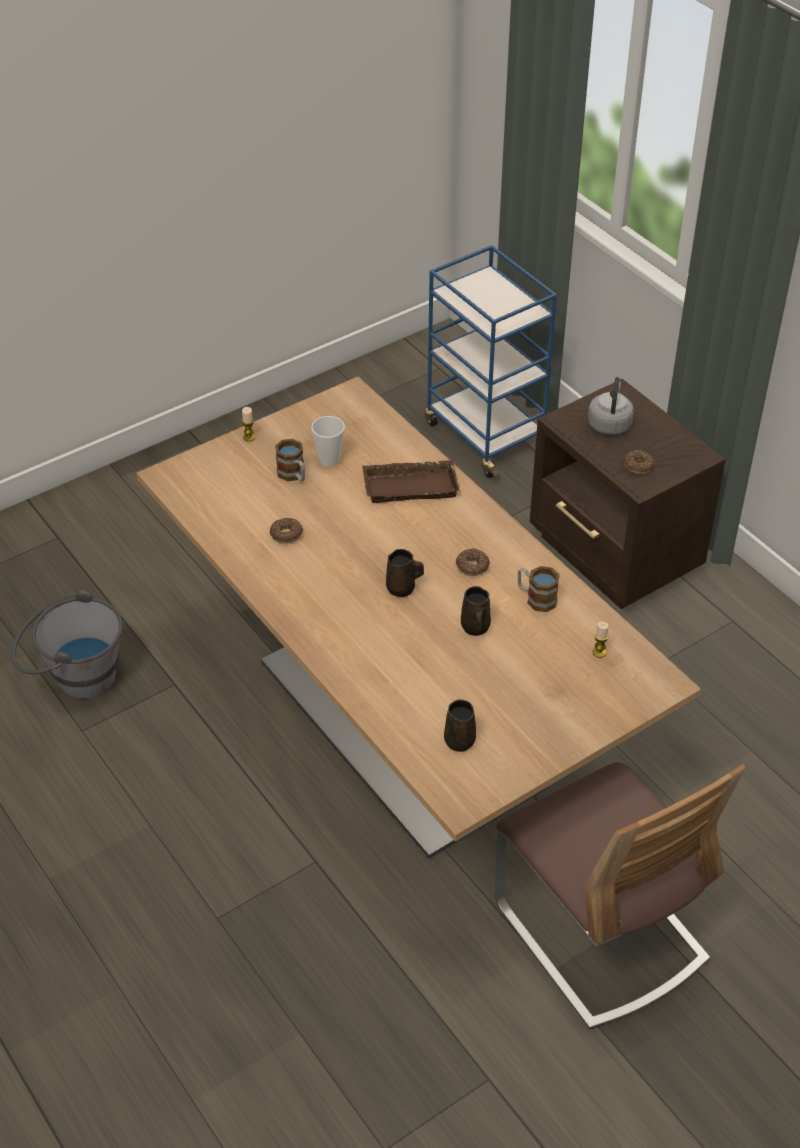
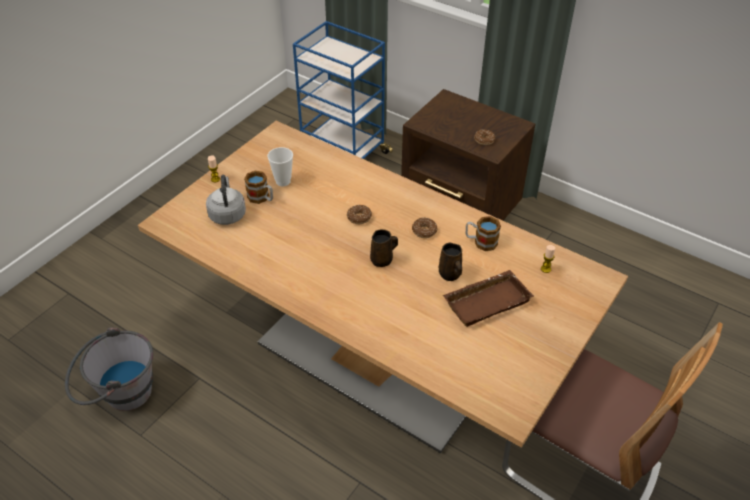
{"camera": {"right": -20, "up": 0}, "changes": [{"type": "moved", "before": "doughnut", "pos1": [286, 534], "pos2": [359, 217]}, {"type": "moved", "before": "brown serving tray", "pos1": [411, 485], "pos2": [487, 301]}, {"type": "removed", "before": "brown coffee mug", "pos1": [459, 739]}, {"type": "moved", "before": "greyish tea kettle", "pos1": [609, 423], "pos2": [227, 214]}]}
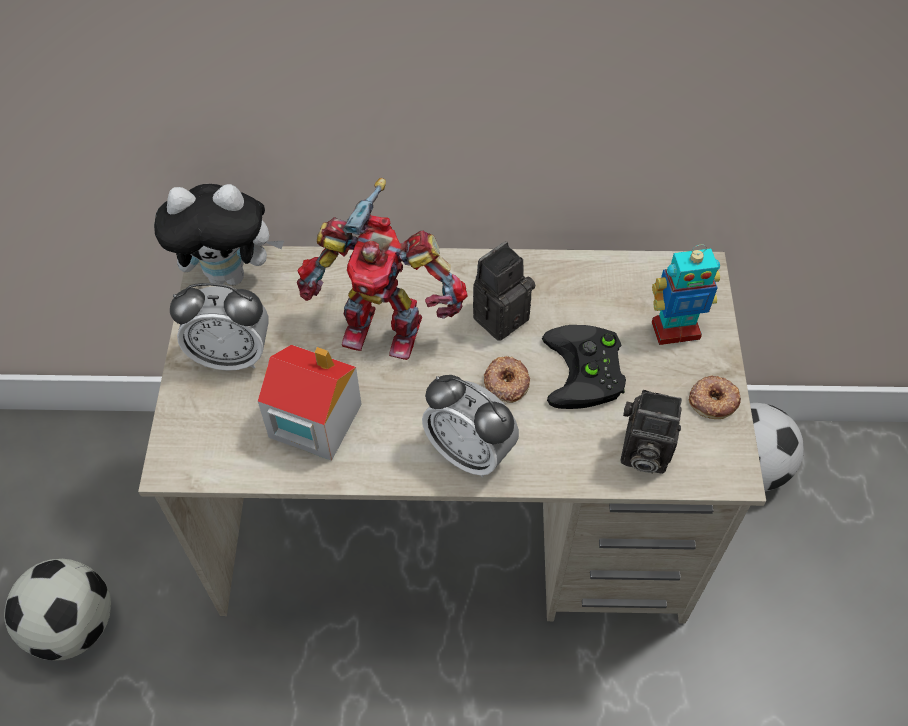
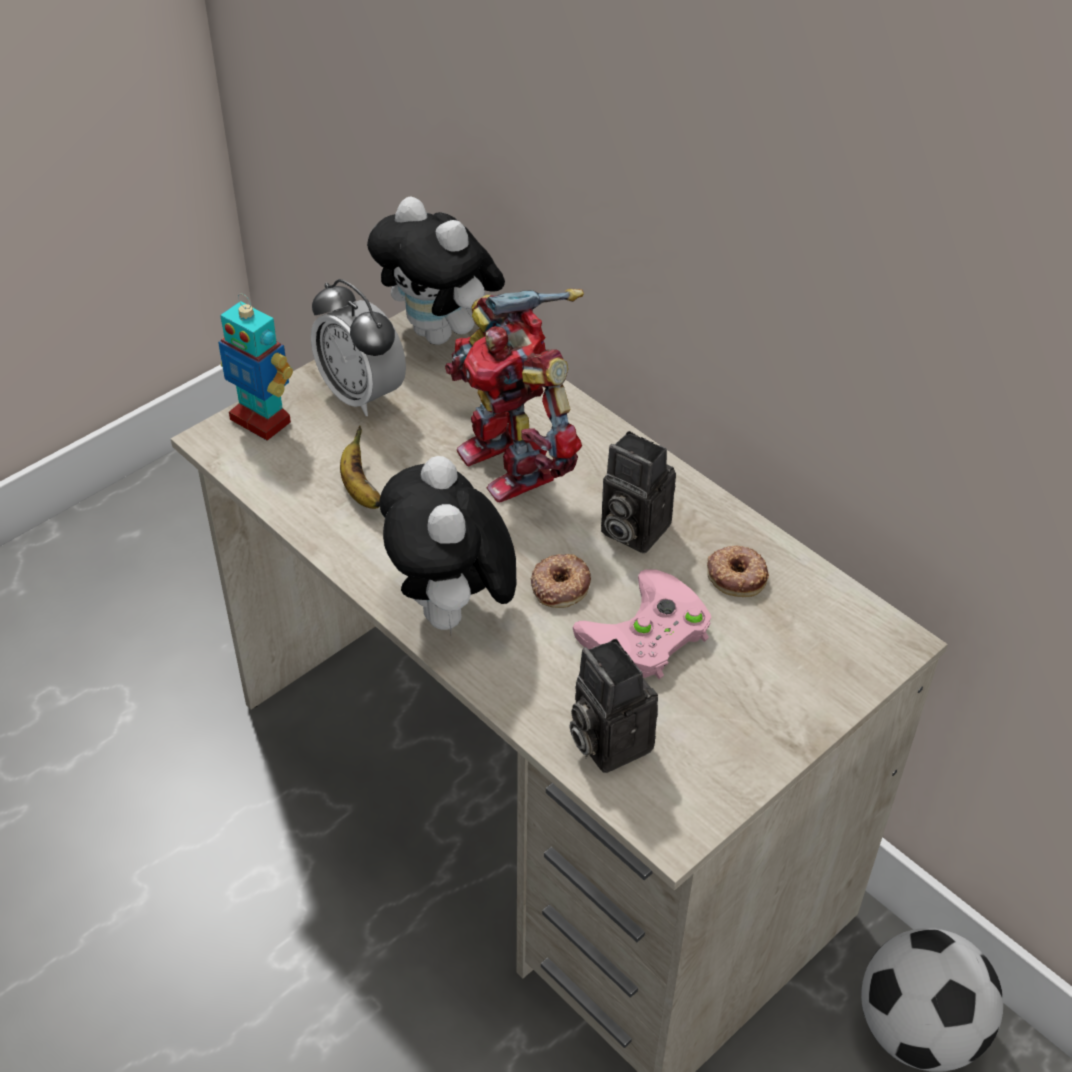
{"camera": {"right": 45, "up": -10}, "changes": [{"type": "removed", "before": "ball for football", "pos1": [73, 625]}, {"type": "replaced", "before": "miniature house", "after": "whole banana", "pos1": [314, 420], "pos2": [360, 489]}, {"type": "replaced", "before": "bedside clock", "after": "soft toy", "pos1": [469, 452], "pos2": [451, 612]}, {"type": "turned", "before": "still camera", "pos1": [500, 315], "pos2": [630, 529], "turn": -150}, {"type": "recoloured", "before": "blackish gamepad", "after": "pink gamepad", "pos1": [587, 373], "pos2": [646, 636]}, {"type": "moved", "before": "model robot", "pos1": [675, 329], "pos2": [261, 420]}, {"type": "moved", "before": "doughnut", "pos1": [713, 400], "pos2": [737, 575]}]}
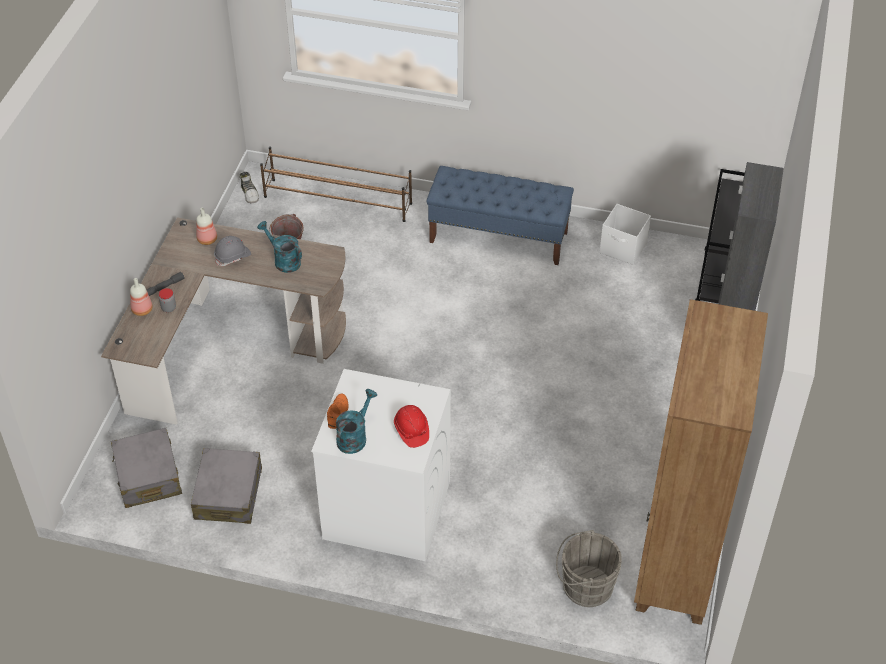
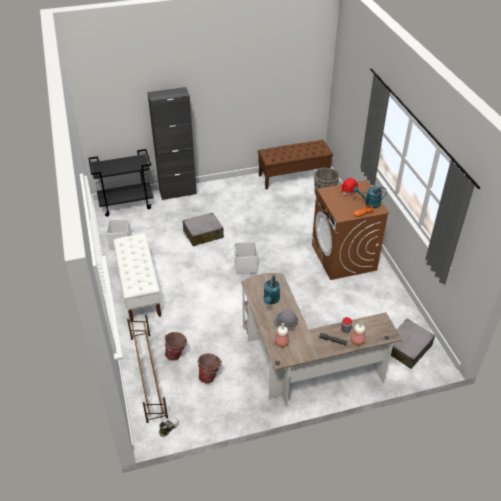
{"camera": {"right": -120, "up": -5}, "changes": [{"type": "moved", "before": "greyish piece of luggage", "pos1": [228, 494], "pos2": [203, 234]}, {"type": "recoloured", "before": "white laundry appliance", "after": "brown laundry appliance", "pos1": [386, 509], "pos2": [344, 258]}, {"type": "recoloured", "before": "blue bench", "after": "white bench", "pos1": [499, 237], "pos2": [139, 289]}, {"type": "replaced", "before": "brown bookshelf", "after": "brown bench", "pos1": [676, 563], "pos2": [294, 177]}, {"type": "added", "after": "bucket", "pos2": [177, 355]}, {"type": "added", "after": "white storage box", "pos2": [245, 266]}]}
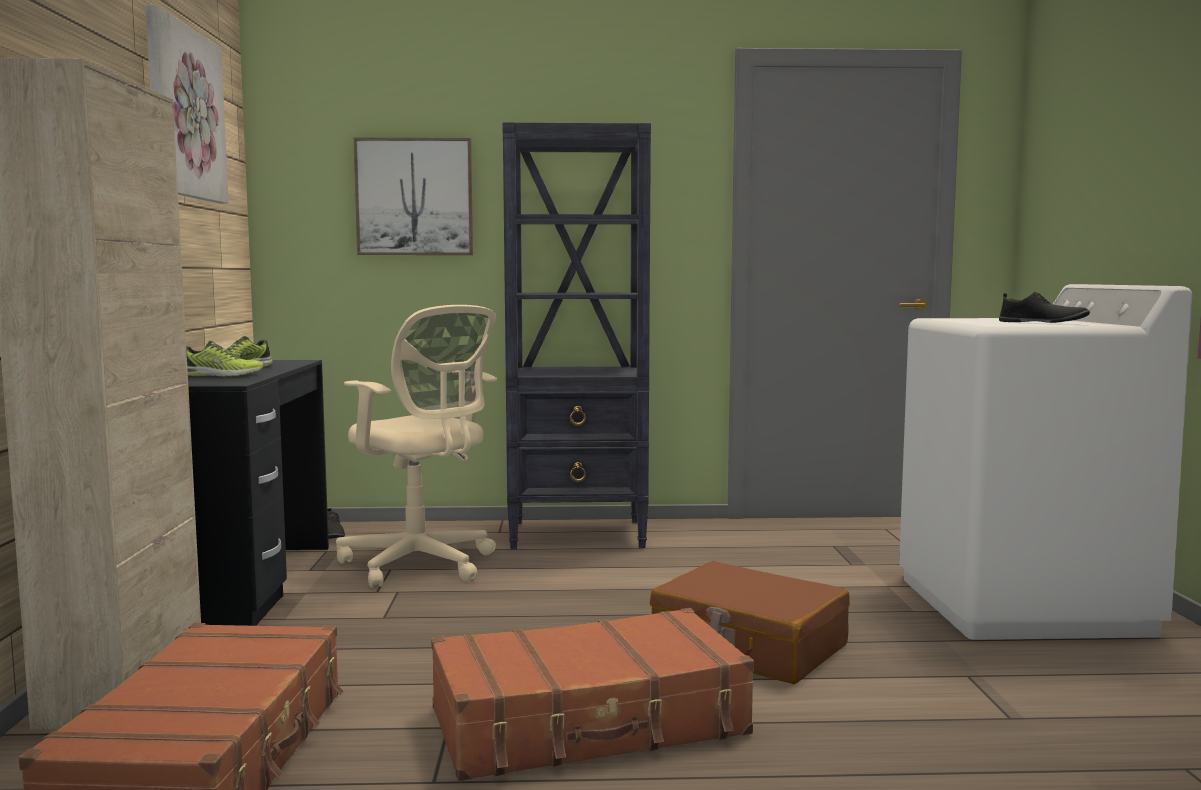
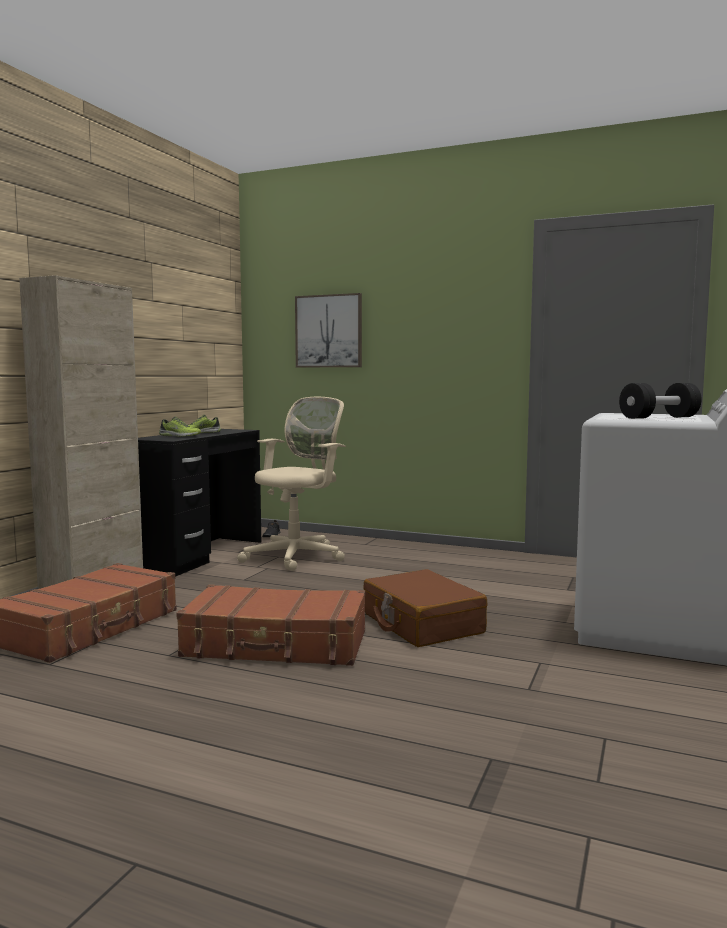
{"camera": {"right": 25, "up": 0}, "changes": [{"type": "removed", "before": "wall art", "pos1": [183, 113]}, {"type": "turned", "before": "beige-coloured computer chair", "pos1": [421, 565], "pos2": [297, 556], "turn": -120}, {"type": "removed", "before": "blackish bookshelf", "pos1": [579, 534]}, {"type": "replaced", "before": "blackish shoe", "after": "blackish dumbbell", "pos1": [1042, 323], "pos2": [659, 418]}]}
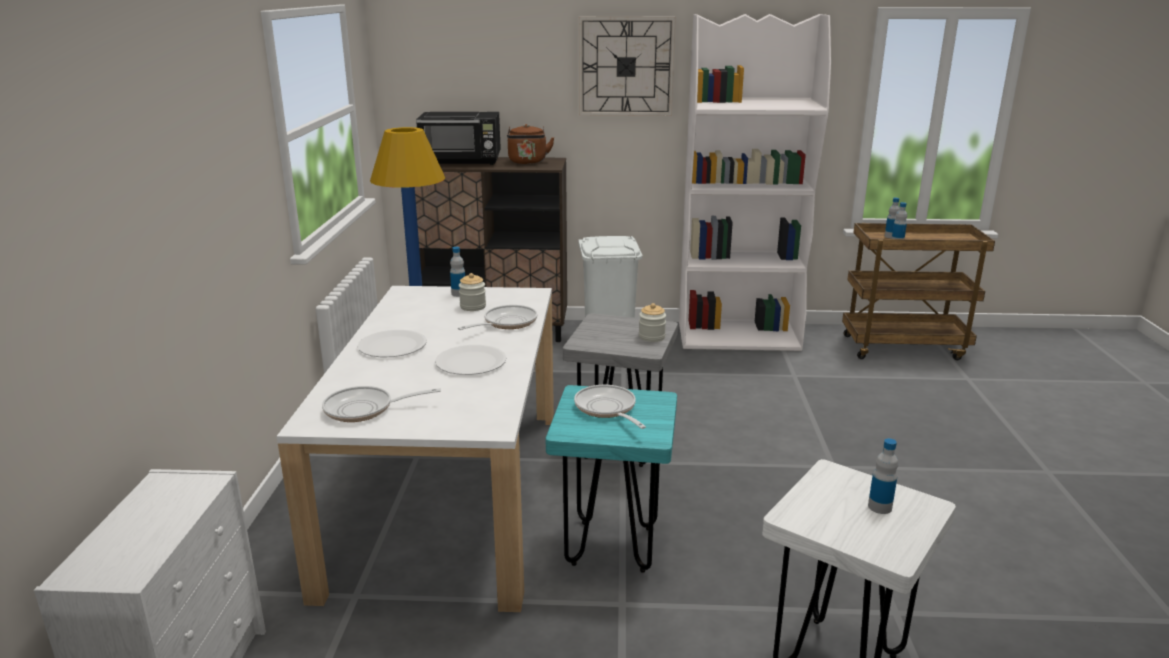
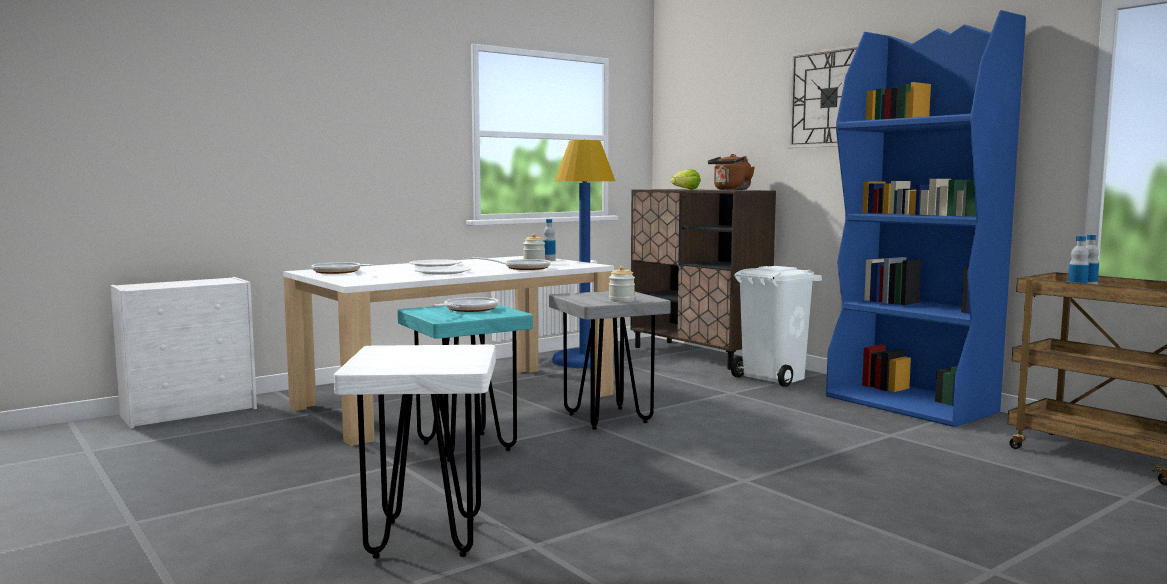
{"camera": {"right": 50, "up": -15}, "changes": [{"type": "replaced", "before": "blackish microwave oven", "after": "lettuce head", "pos1": [462, 162], "pos2": [686, 189]}, {"type": "recoloured", "before": "white bookshelf", "after": "blue bookshelf", "pos1": [739, 336], "pos2": [911, 404]}, {"type": "removed", "before": "beverage bottle", "pos1": [879, 507]}]}
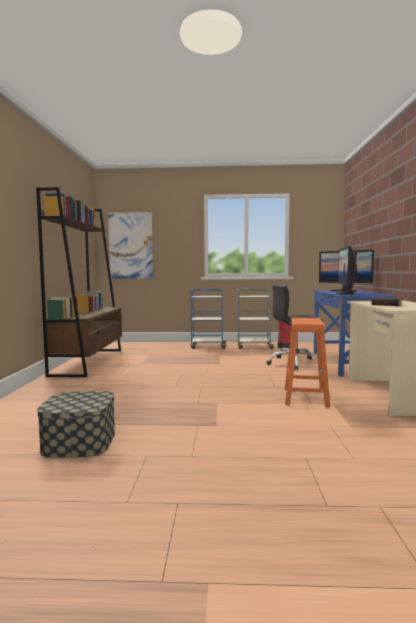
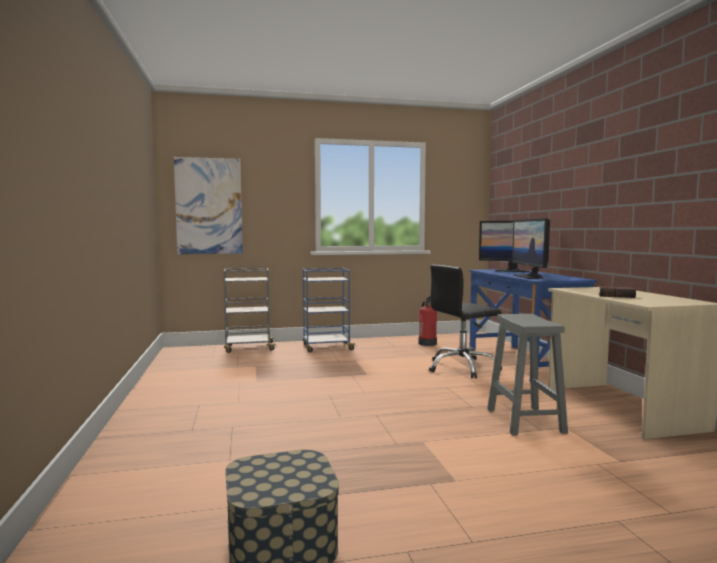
{"camera": {"right": -15, "up": 0}, "changes": [{"type": "removed", "before": "brown bookshelf", "pos1": [89, 362]}, {"type": "moved", "before": "greyish trolley", "pos1": [254, 346], "pos2": [248, 348]}, {"type": "recoloured", "before": "orangey stool", "after": "greyish stool", "pos1": [305, 397], "pos2": [524, 420]}]}
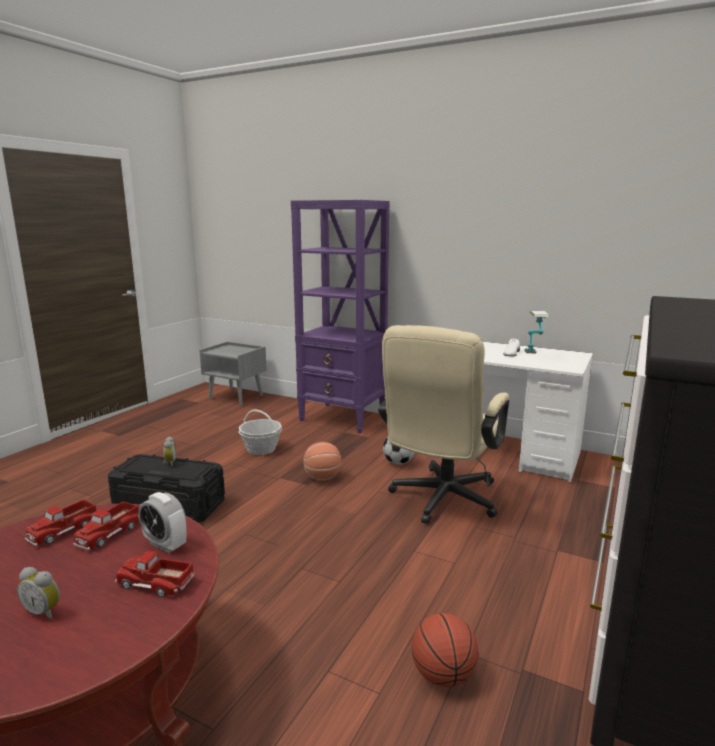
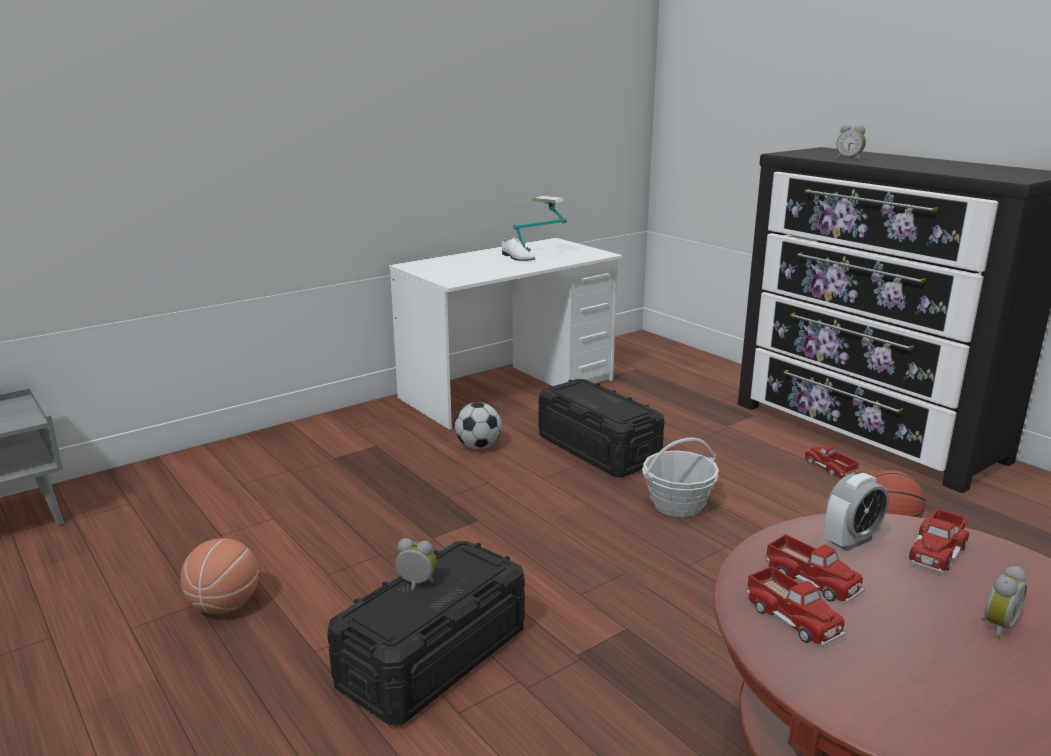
{"camera": {"right": -65, "up": 5}, "changes": [{"type": "moved", "before": "basket", "pos1": [261, 449], "pos2": [677, 505]}, {"type": "removed", "before": "purple-coloured bookshelf", "pos1": [343, 418]}, {"type": "moved", "before": "ball for basketball", "pos1": [322, 478], "pos2": [224, 606]}, {"type": "replaced", "before": "beige-coloured computer chair", "after": "blackish storage box", "pos1": [441, 501], "pos2": [598, 449]}, {"type": "added", "after": "toy truck", "pos2": [829, 468]}, {"type": "added", "after": "bedside clock", "pos2": [849, 159]}]}
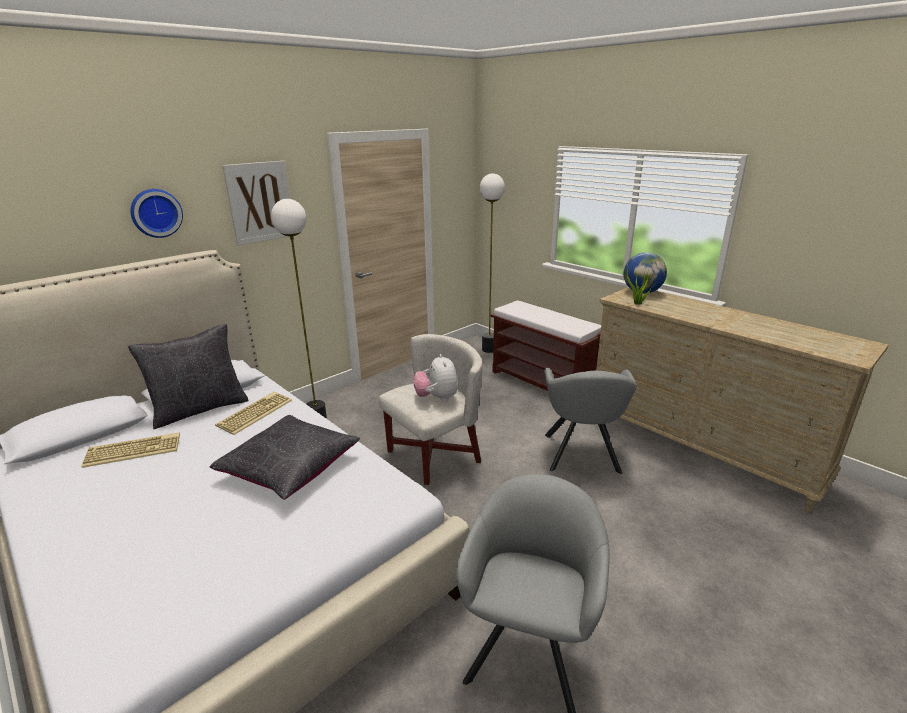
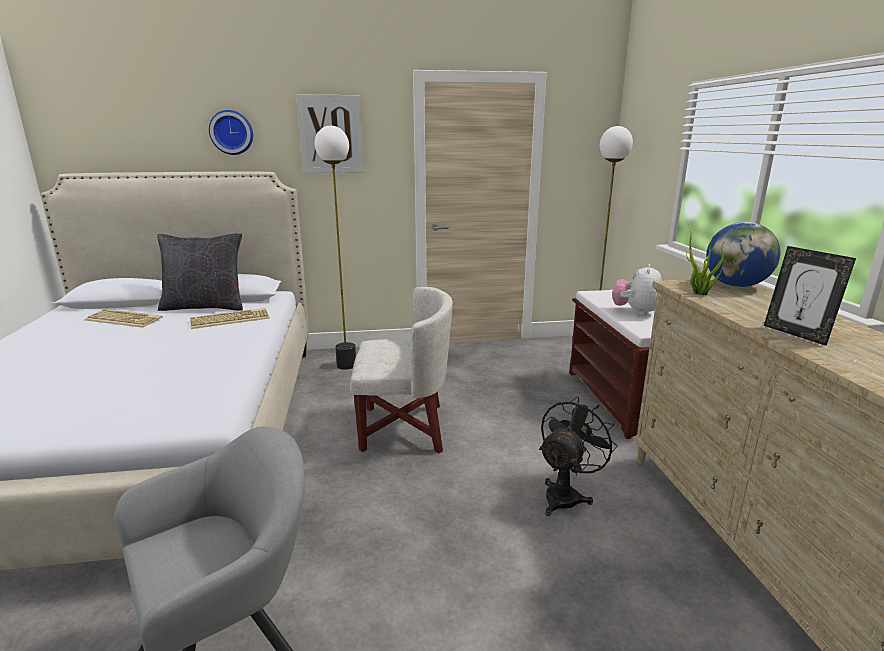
{"camera": {"right": 35, "up": -5}, "changes": [{"type": "removed", "before": "blackish pillow", "pos1": [290, 468]}, {"type": "moved", "before": "soft toy", "pos1": [437, 398], "pos2": [635, 312]}, {"type": "replaced", "before": "greyish lounge chair", "after": "blackish electric fan", "pos1": [581, 456], "pos2": [566, 495]}, {"type": "added", "after": "picture frame", "pos2": [796, 334]}]}
